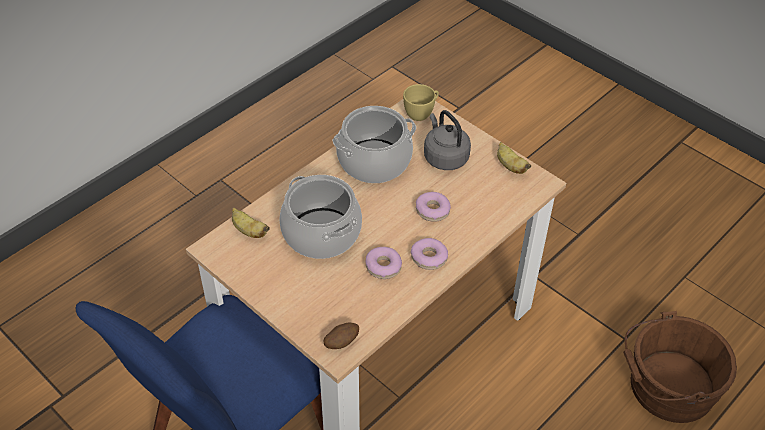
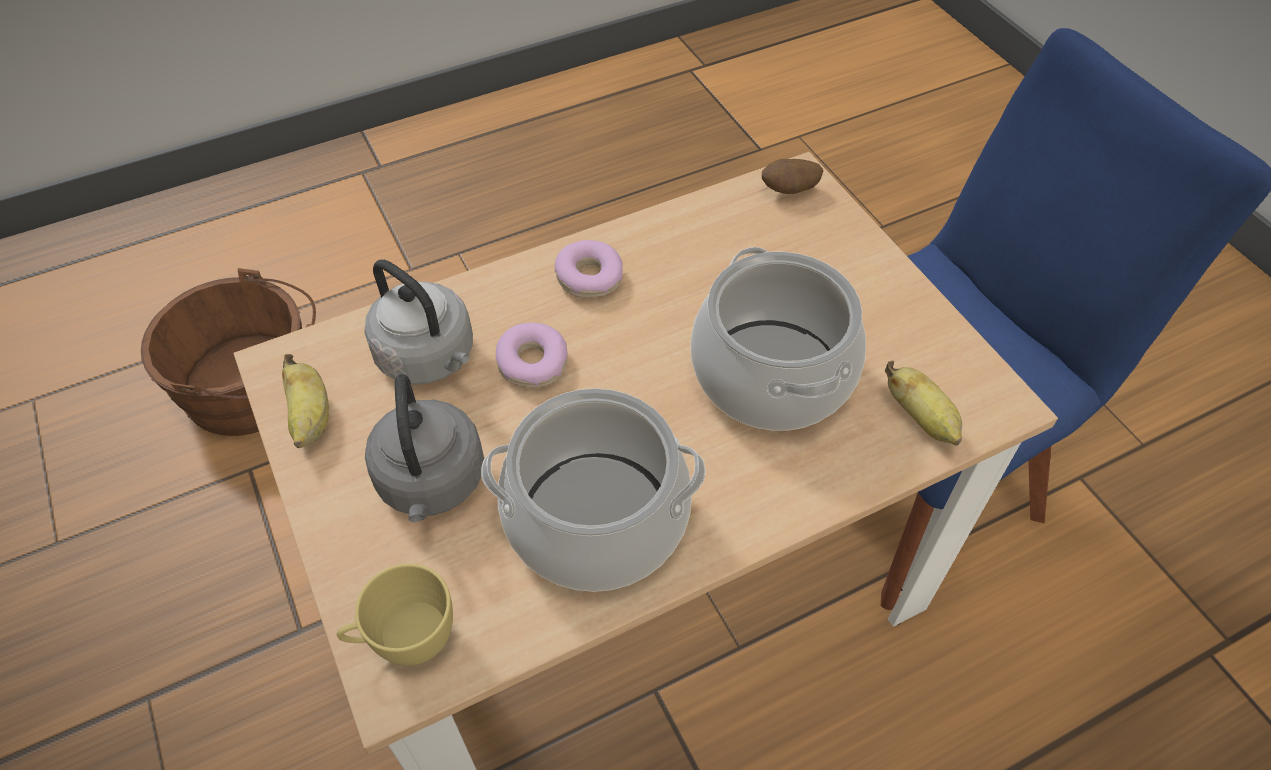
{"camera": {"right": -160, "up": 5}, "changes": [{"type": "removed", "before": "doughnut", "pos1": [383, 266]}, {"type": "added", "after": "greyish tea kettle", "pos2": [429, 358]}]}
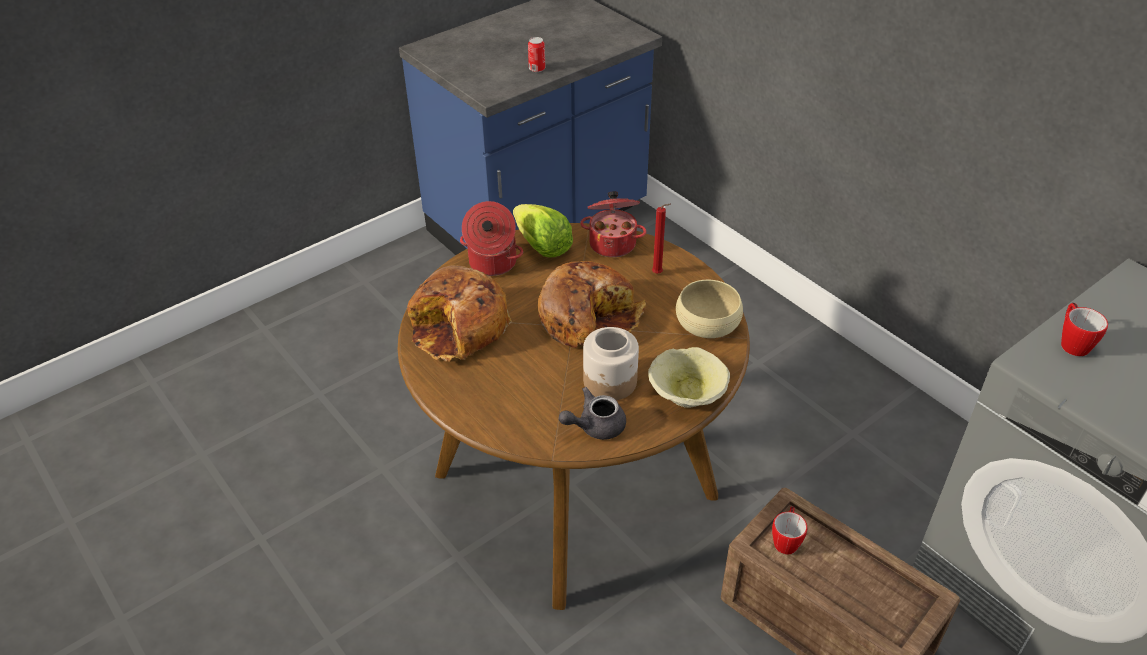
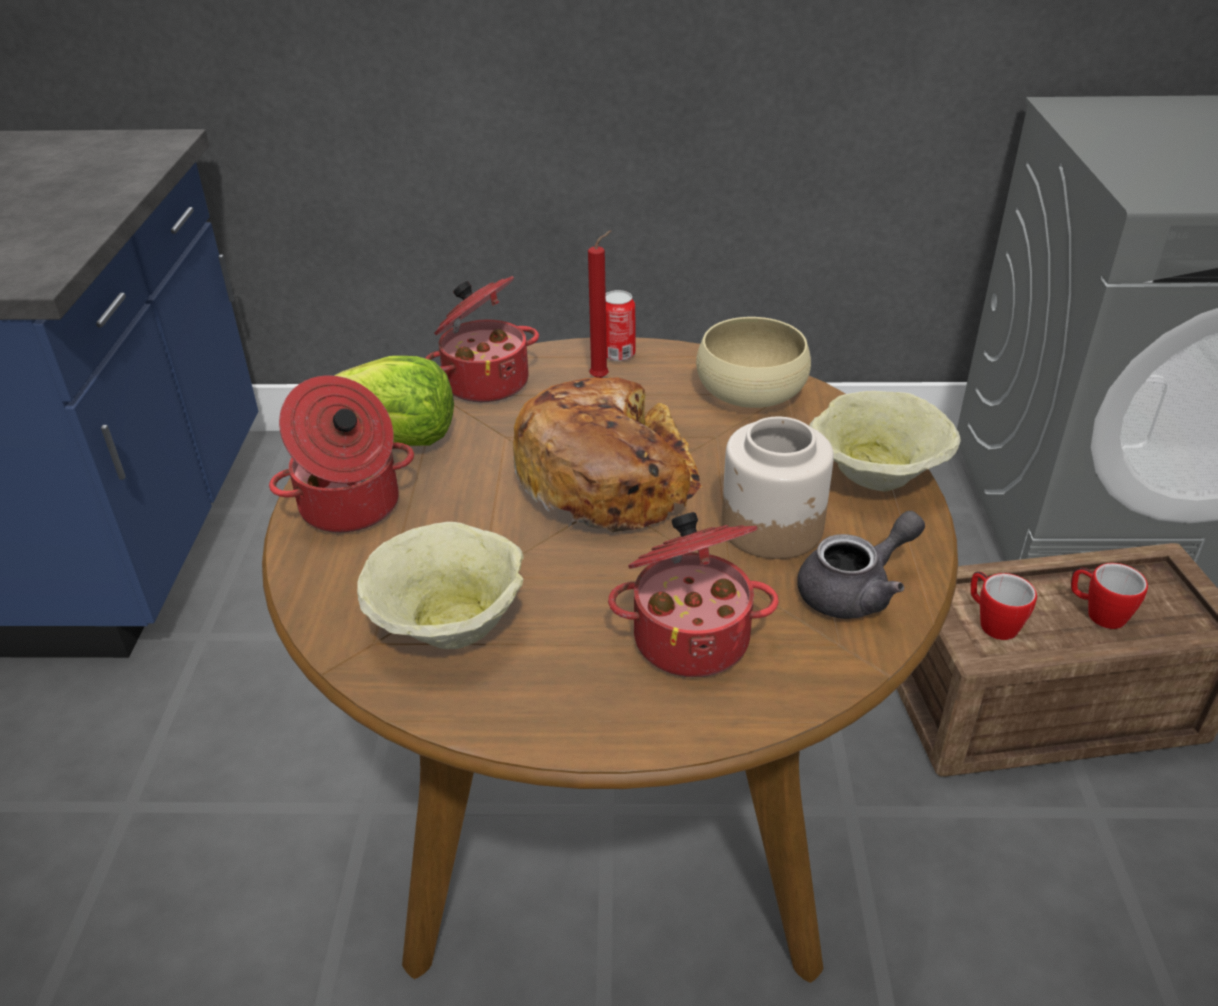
{"camera": {"right": -50, "up": -5}, "changes": [{"type": "replaced", "before": "bread", "after": "beige-coloured serving bowl", "pos1": [459, 328], "pos2": [450, 621]}, {"type": "moved", "before": "metal can", "pos1": [537, 69], "pos2": [618, 354]}, {"type": "turned", "before": "greyish tea pot", "pos1": [595, 426], "pos2": [855, 590], "turn": -135}, {"type": "moved", "before": "coffee mug", "pos1": [1072, 343], "pos2": [1098, 613]}, {"type": "added", "after": "saucepot", "pos2": [691, 636]}]}
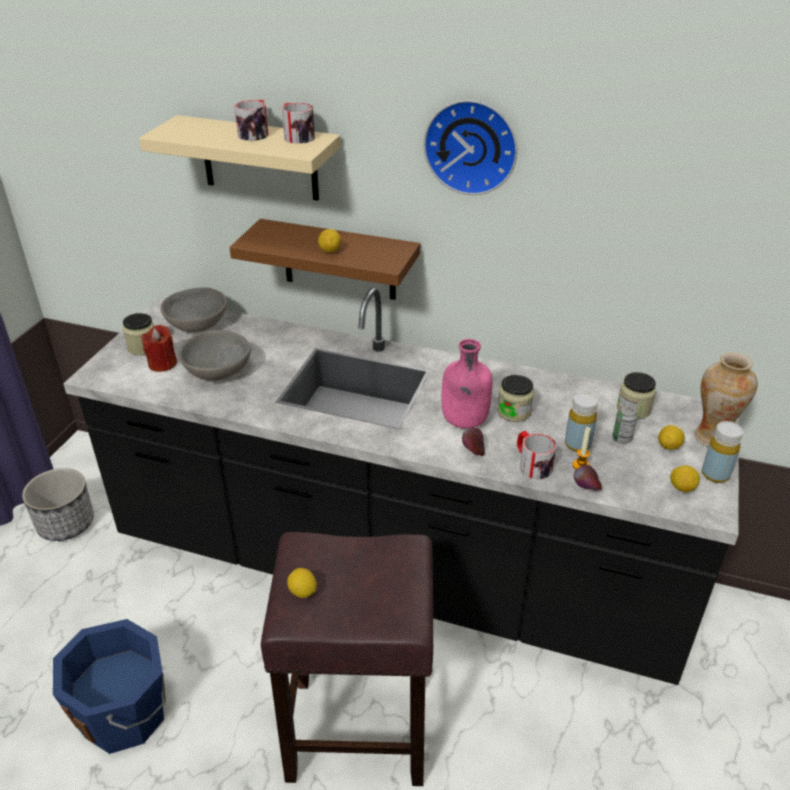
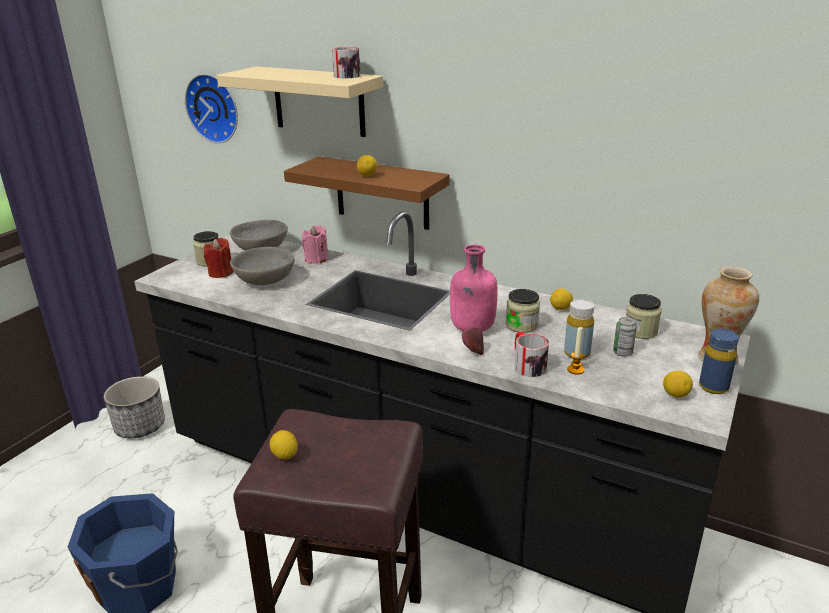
{"camera": {"right": 10, "up": -10}, "changes": [{"type": "removed", "before": "coffee mug", "pos1": [256, 133]}, {"type": "moved", "before": "clock on the wall", "pos1": [471, 146], "pos2": [215, 108]}, {"type": "removed", "before": "apple", "pos1": [586, 489]}, {"type": "moved", "before": "whole lemon", "pos1": [669, 447], "pos2": [561, 309]}, {"type": "recoloured", "before": "yellow beverage bottle", "after": "blue beverage bottle", "pos1": [715, 474], "pos2": [713, 387]}, {"type": "added", "after": "pink wax light", "pos2": [316, 259]}]}
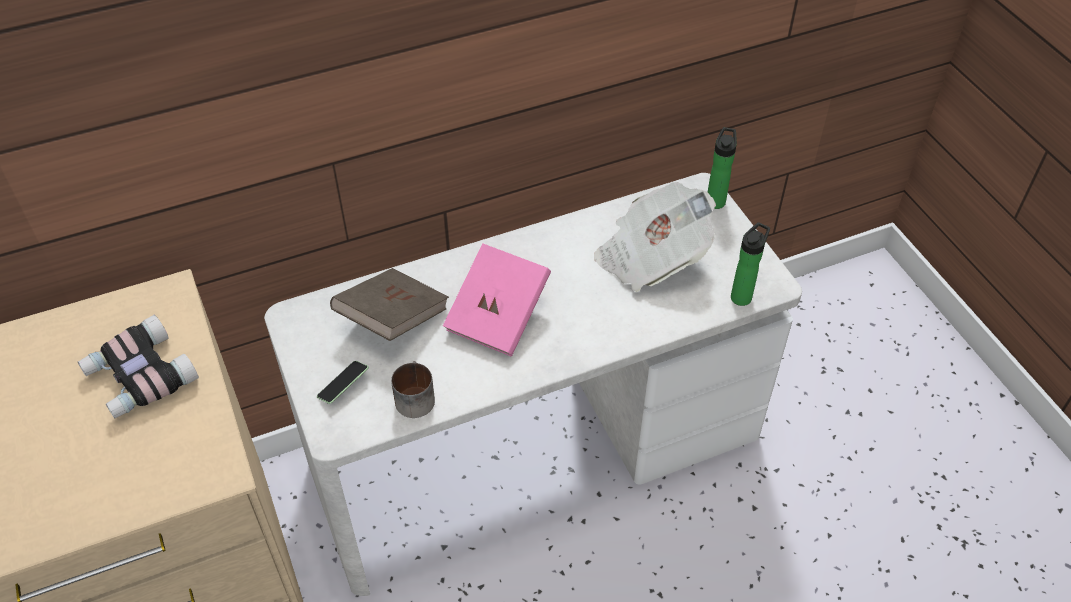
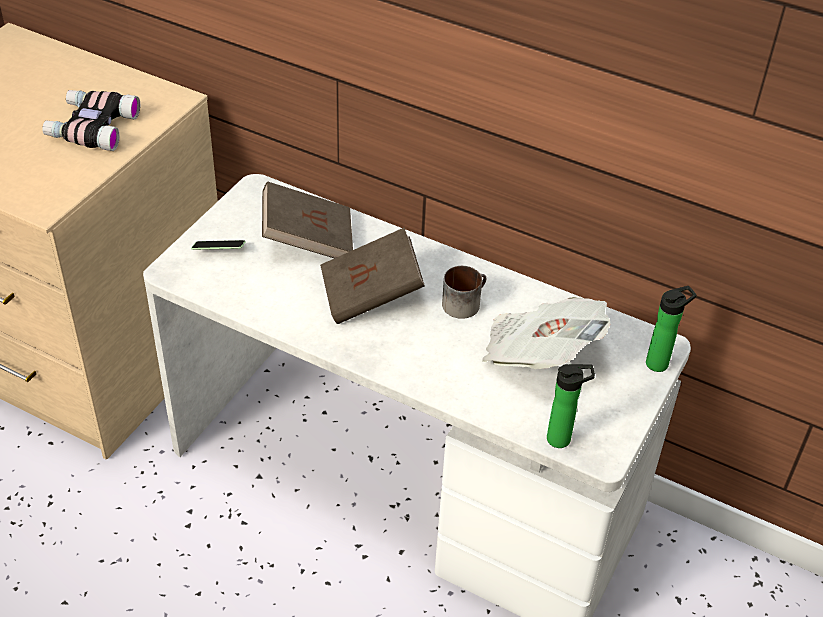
{"camera": {"right": 50, "up": -5}, "changes": [{"type": "moved", "before": "coffee mug", "pos1": [413, 397], "pos2": [463, 302]}, {"type": "recoloured", "before": "pink volume", "after": "brown volume", "pos1": [498, 316], "pos2": [371, 295]}]}
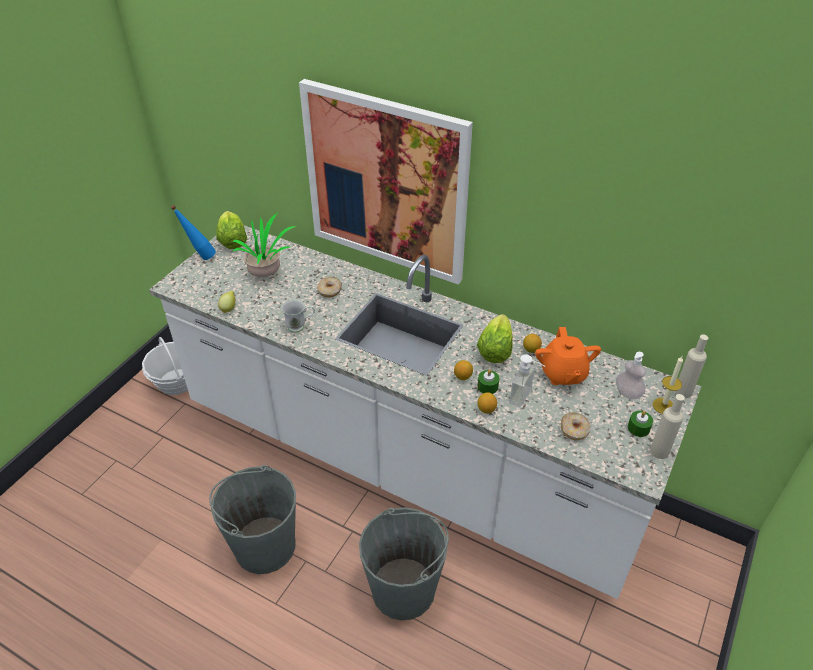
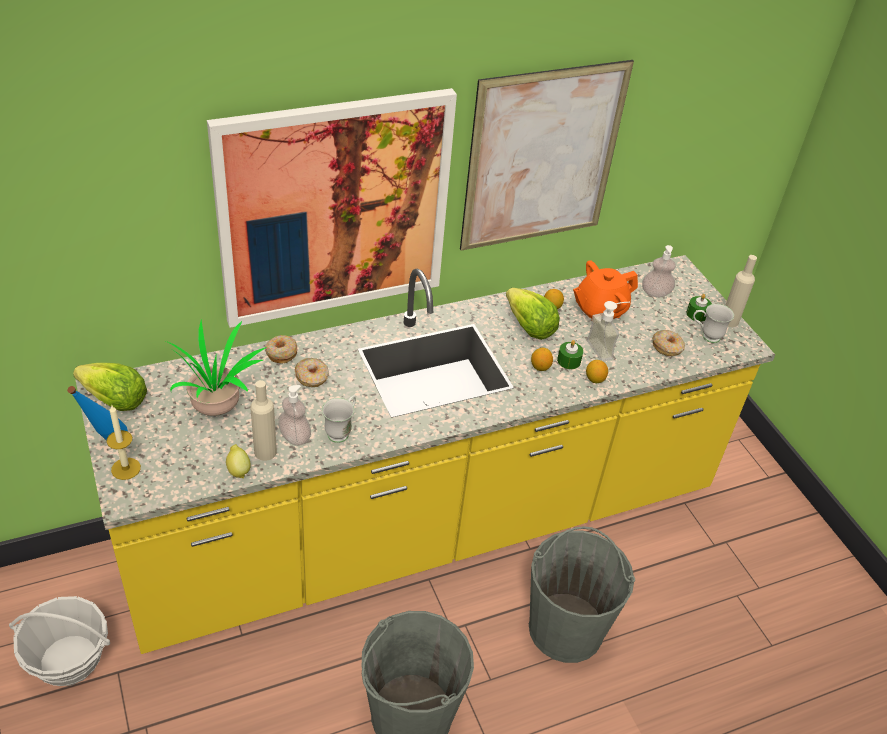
{"camera": {"right": -55, "up": 0}, "changes": [{"type": "recoloured", "before": "white kitchen base unit", "after": "yellow kitchen base unit", "pos1": [406, 462], "pos2": [426, 526]}, {"type": "turned", "before": "orangey tea pot", "pos1": [563, 374], "pos2": [599, 310], "turn": 120}, {"type": "moved", "before": "wax light", "pos1": [663, 406], "pos2": [126, 468]}, {"type": "moved", "before": "beige-coloured beverage bottle", "pos1": [683, 391], "pos2": [265, 452]}, {"type": "added", "after": "doughnut", "pos2": [281, 353]}, {"type": "added", "after": "liquid soap bottle", "pos2": [295, 437]}, {"type": "added", "after": "wall art", "pos2": [542, 158]}, {"type": "added", "after": "white coffee mug", "pos2": [706, 336]}]}
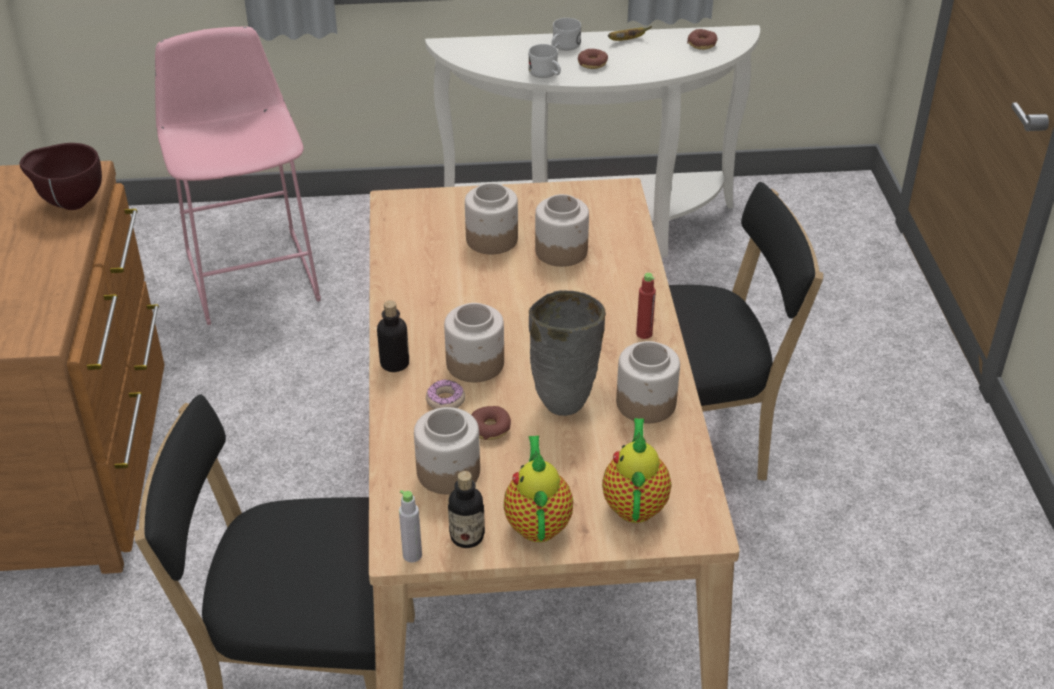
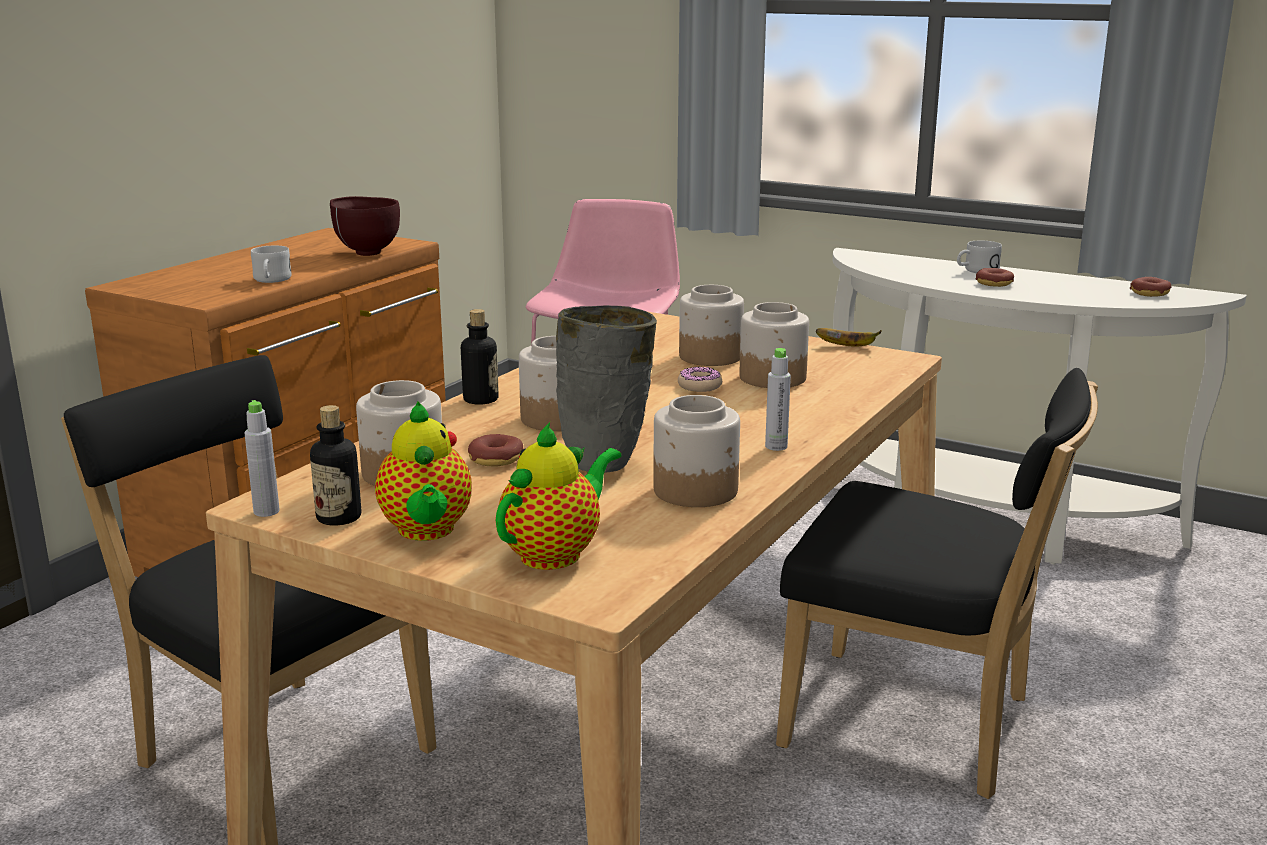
{"camera": {"right": 35, "up": -20}, "changes": [{"type": "moved", "before": "doughnut", "pos1": [445, 400], "pos2": [699, 386]}, {"type": "turned", "before": "tea pot", "pos1": [538, 522], "pos2": [426, 531], "turn": 135}, {"type": "moved", "before": "white coffee mug", "pos1": [546, 74], "pos2": [271, 280]}, {"type": "moved", "before": "whole banana", "pos1": [627, 40], "pos2": [847, 346]}, {"type": "recoloured", "before": "reddish beverage bottle", "after": "greyish beverage bottle", "pos1": [644, 334], "pos2": [776, 446]}]}
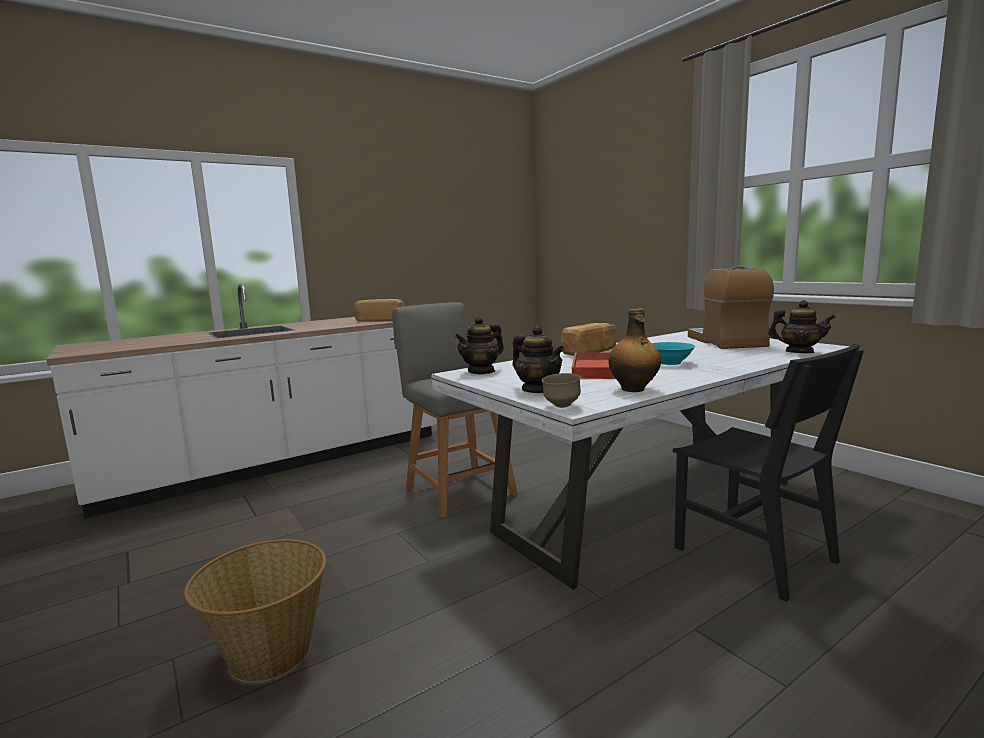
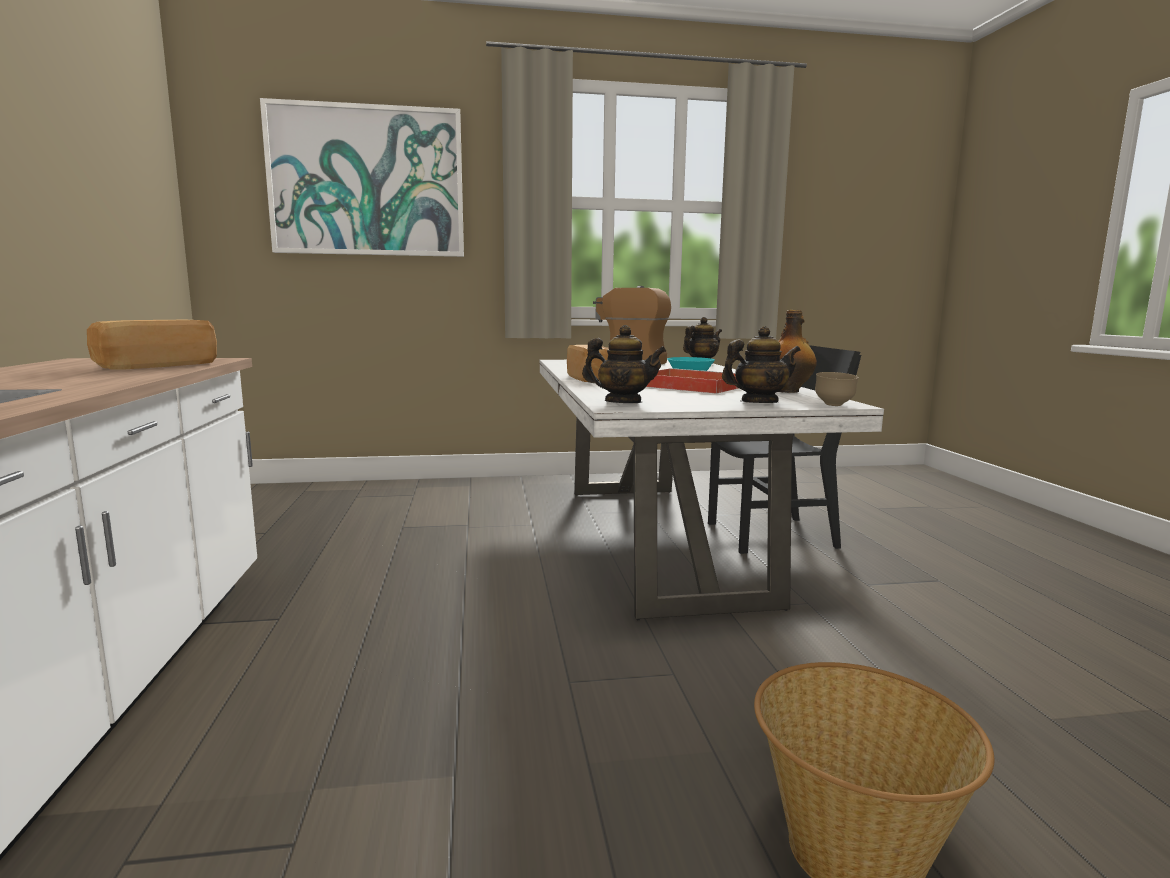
{"camera": {"right": -65, "up": 0}, "changes": [{"type": "removed", "before": "greyish chair", "pos1": [458, 489]}, {"type": "turned", "before": "tea pot", "pos1": [481, 371], "pos2": [623, 402], "turn": -60}, {"type": "added", "after": "wall art", "pos2": [367, 182]}]}
